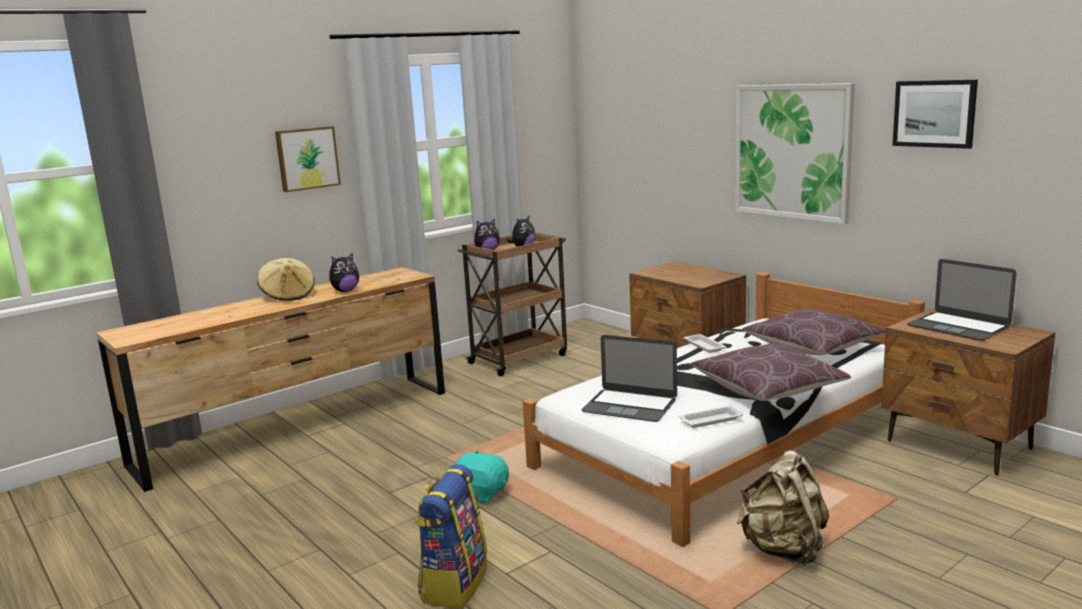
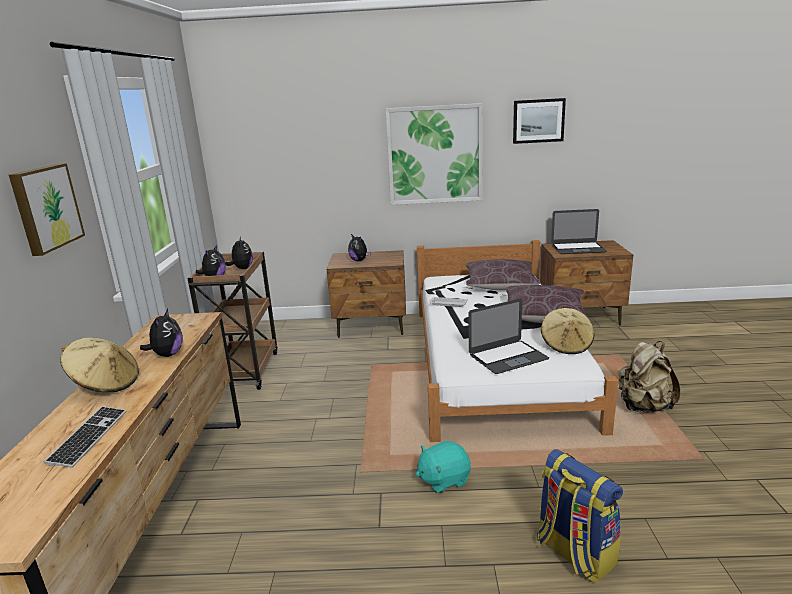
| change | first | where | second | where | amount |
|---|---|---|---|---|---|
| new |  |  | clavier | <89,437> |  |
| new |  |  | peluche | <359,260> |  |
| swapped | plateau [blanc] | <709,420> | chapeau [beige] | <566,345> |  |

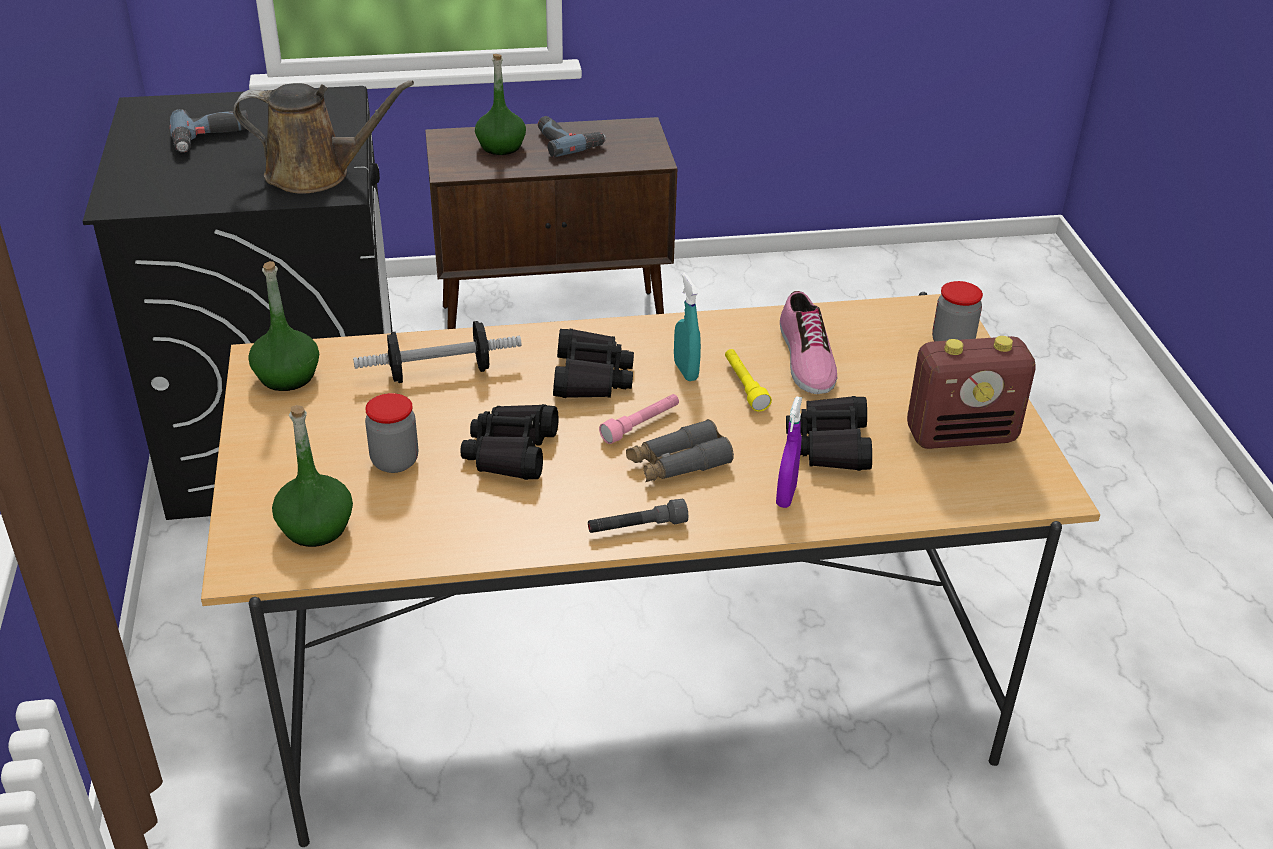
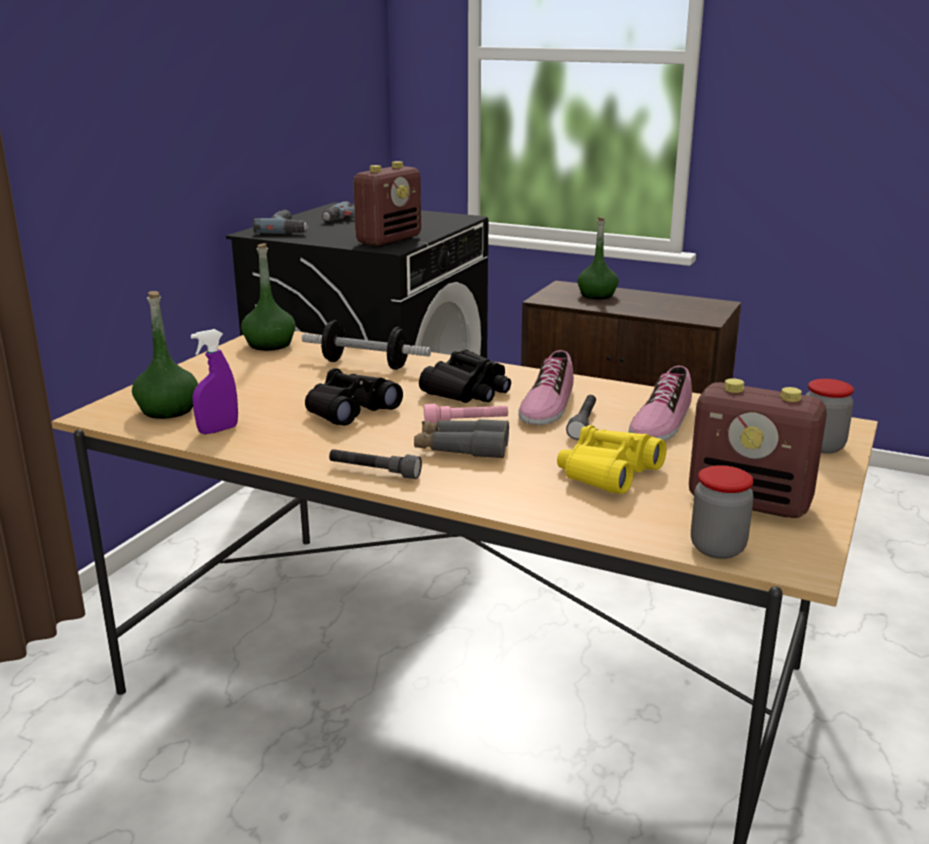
| change | first | where | second | where | amount |
|---|---|---|---|---|---|
| shifted | bocal | <395,461> |  | <717,548> |  |
| shifted | perceuse | <568,141> |  | <287,229> |  |
| shifted | vaporisateur [violet] | <786,495> |  | <218,430> |  |
| swapped | arrosoir [marron] | <316,174> | radio | <389,240> |  |
| swapped | vaporisateur [turquoise] | <685,371> | chaussure | <546,405> |  |
| repainted | lampe de poche [jaune] | <744,386> | lampe de poche [gris] | <583,423> |  |
| repainted | jumelles [noir] | <829,445> | jumelles [jaune] | <608,473> |  |

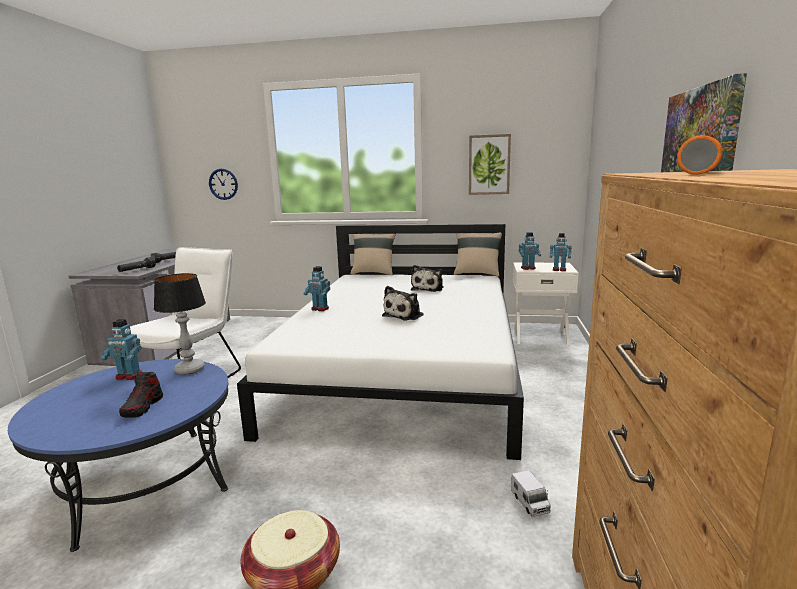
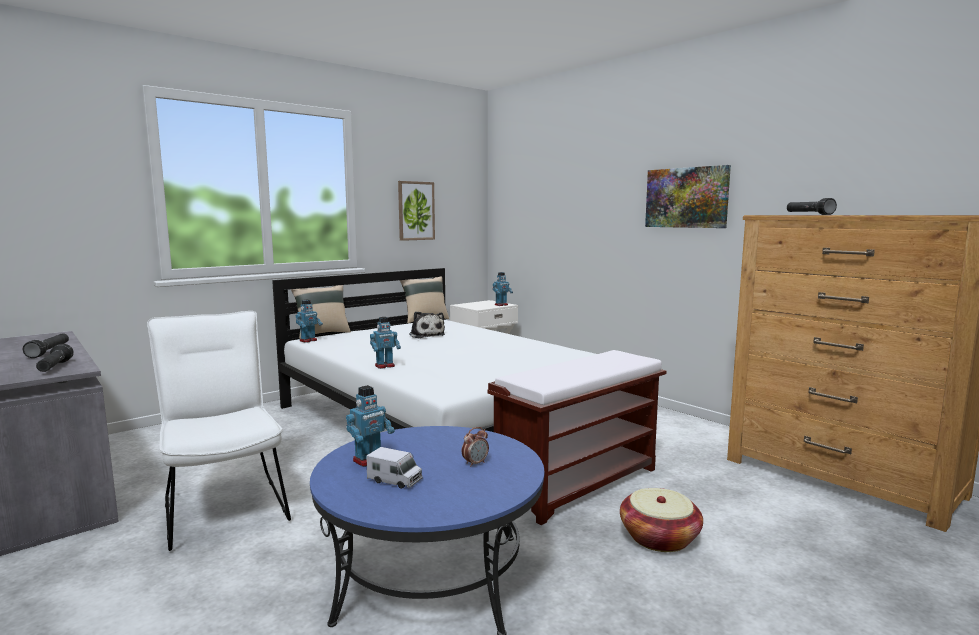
| change | first | where | second | where | amount |
|---|---|---|---|---|---|
| gone | lampe de table | <189,370> |  |  |  |
| gone | horloge murale | <223,184> |  |  |  |
| gone | peluche | <405,315> |  |  |  |
| new |  |  | banc [marron] | <579,482> |  |
| shifted | camion jouet | <530,503> |  | <395,480> |  |
| shifted | robot jouet | <528,268> |  | <308,340> |  |
| swapped | chaussure | <143,407> | réveil | <475,463> |  |
| repainted | lampe de poche [orange] | <702,173> | lampe de poche [noir] | <808,214> |  |

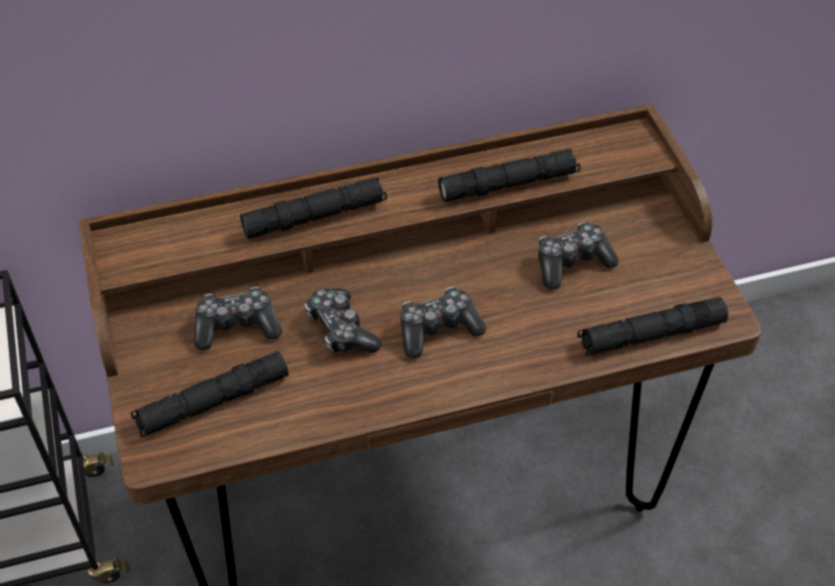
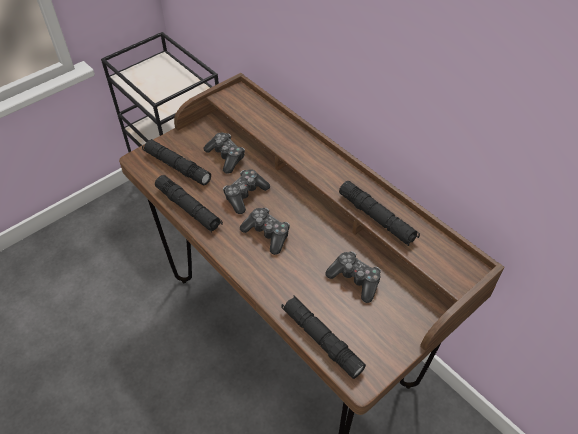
| change | first | where | second | where | amount |
|---|---|---|---|---|---|
| shifted | lampe de poche [noir] | <315,216> |  | <188,208> |  |

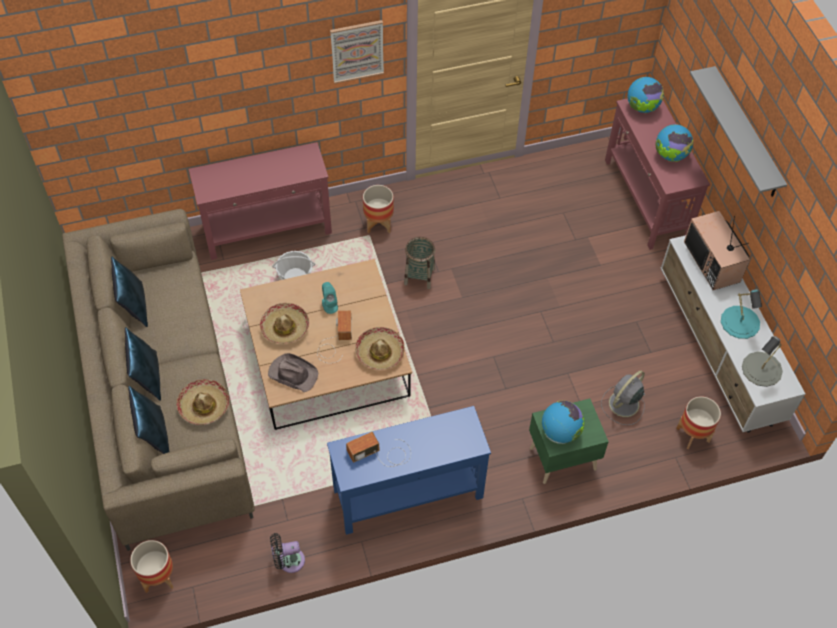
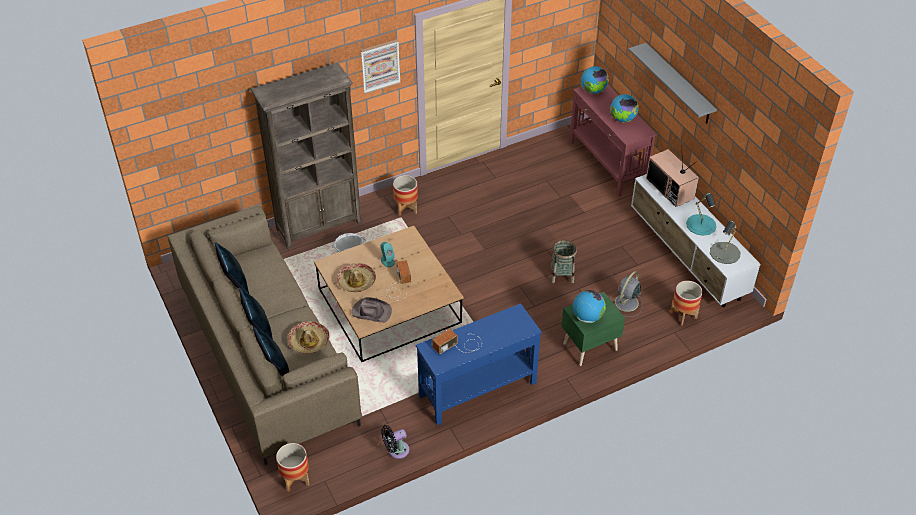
| change | first | where | second | where | amount |
|---|---|---|---|---|---|
| gone | chapeau | <380,352> |  |  |  |
| shifted | panier | <419,276> |  | <562,275> |  |
| swapped | table console [rouge] | <268,230> | bibliothèque [marron] | <319,225> |  |

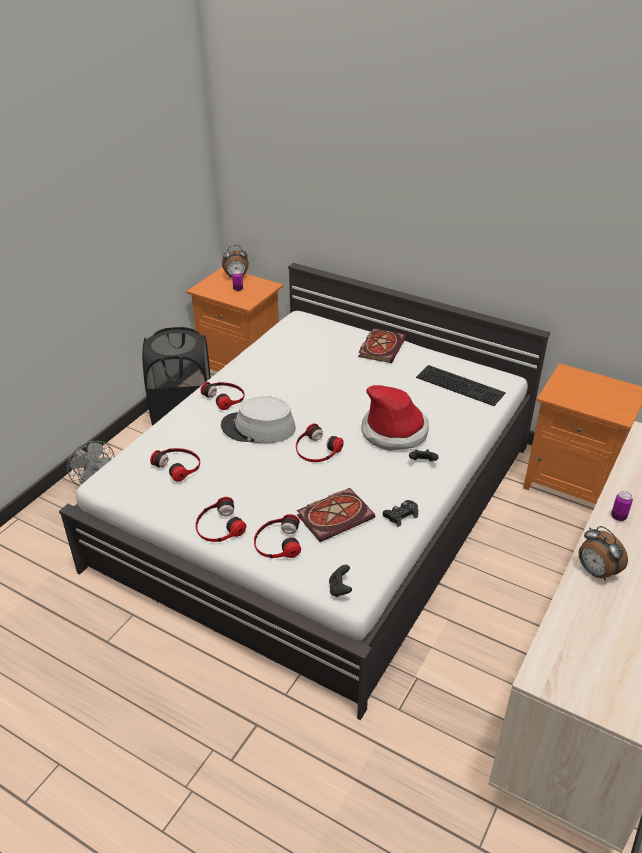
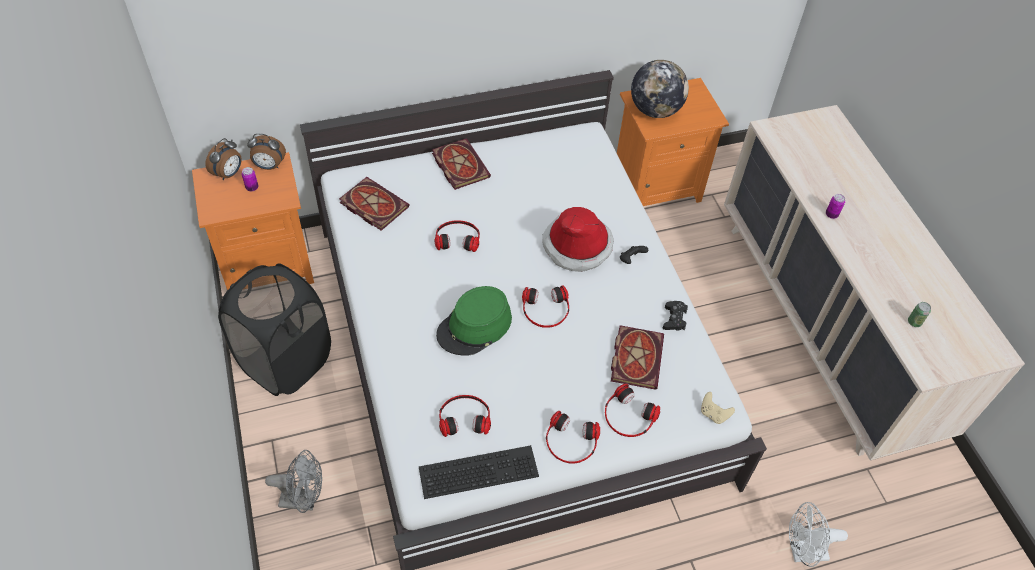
| change | first | where | second | where | amount |
|---|---|---|---|---|---|
| new |  |  | livre | <372,205> |  |
| new |  |  | globe | <655,110> |  |
| new |  |  | ventilateur [blanc] | <802,552> |  |
| new |  |  | boîte métallique | <914,322> |  |
| shifted | casque audio | <225,397> |  | <457,238> |  |
| shifted | clavier | <461,384> |  | <479,469> |  |
| shifted | réveil | <595,572> |  | <269,166> |  |
| repainted | chapeau [gris] | <258,428> | chapeau [vert] | <474,327> |  |
| repainted | manette [noir] | <340,589> | manette [beige] | <713,414> |  |

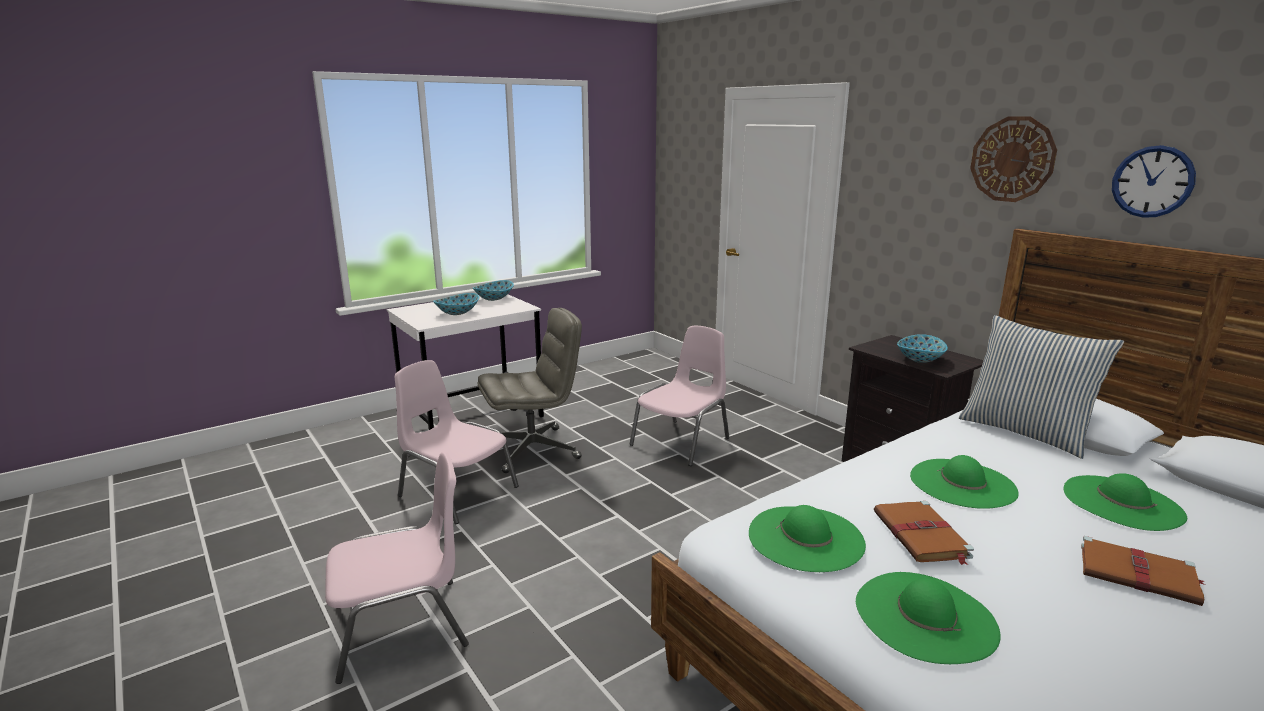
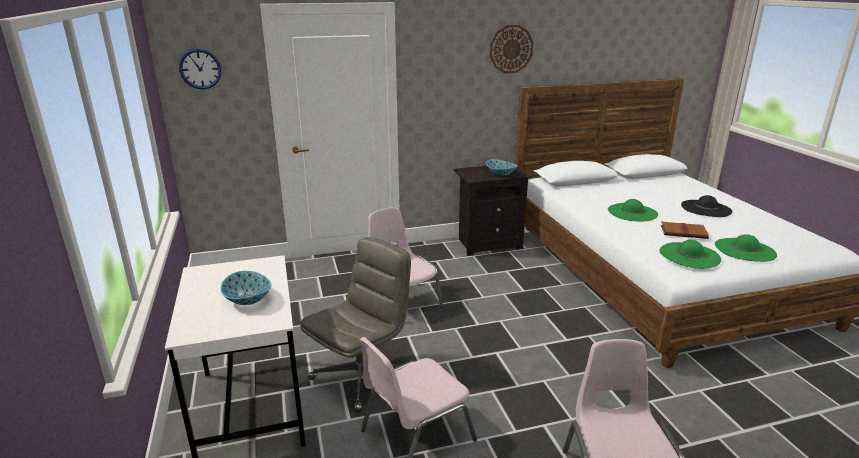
| change | first | where | second | where | amount |
|---|---|---|---|---|---|
| gone | bol | <493,298> |  |  |  |
| gone | coussin | <1025,432> |  |  |  |
| gone | chapeau [vert] | <1122,502> |  |  |  |
| shifted | horloge murale | <1152,181> |  | <200,69> |  |
| swapped | livre [marron] | <1139,575> | chapeau [noir] | <706,208> |  |
| rotated | chaise de bureau [gris] | <533,449> |  | <361,376> | 45 degrees clockwise |

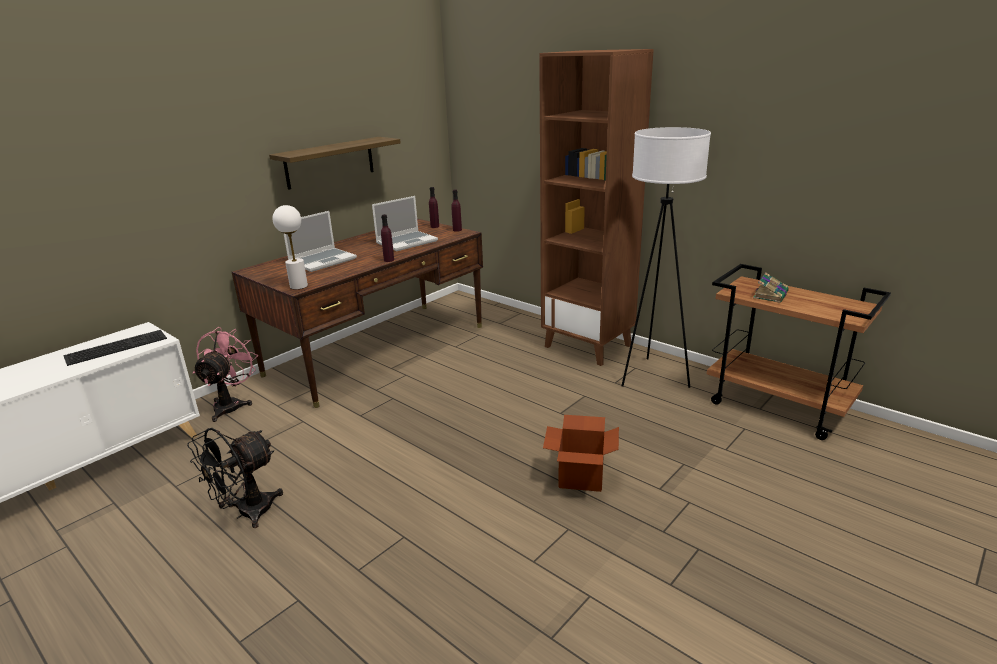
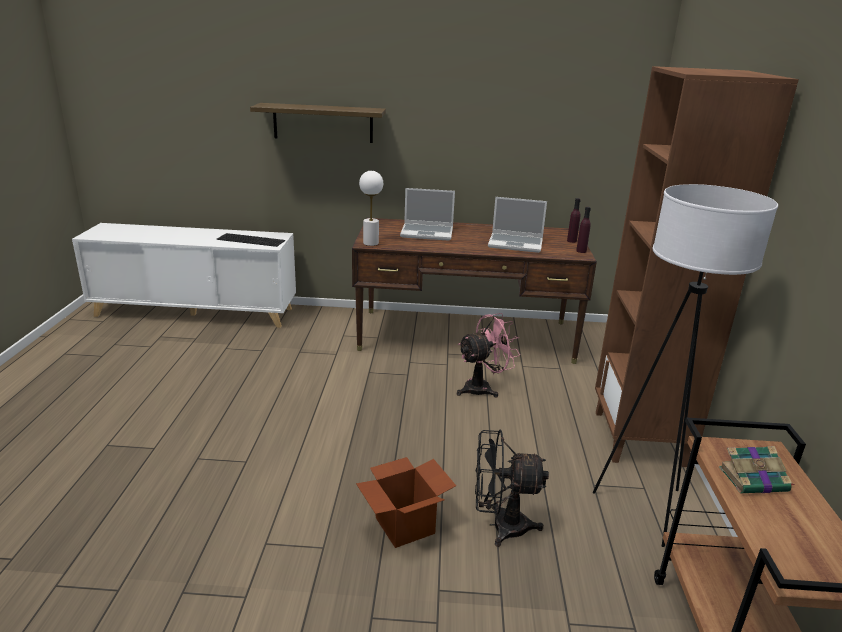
| change | first | where | second | where | amount |
|---|---|---|---|---|---|
| gone | bouteille [violet] | <389,260> |  |  |  |
| shifted | ventilateur [noir] | <246,513> |  | <500,526> |  |
| shifted | ventilateur [rose] | <231,405> |  | <483,388> |  |
| shifted | étagère | <330,162> |  | <323,123> |  |

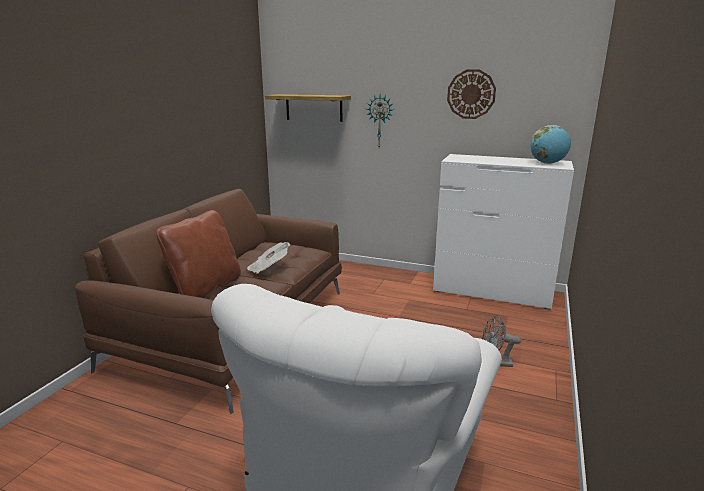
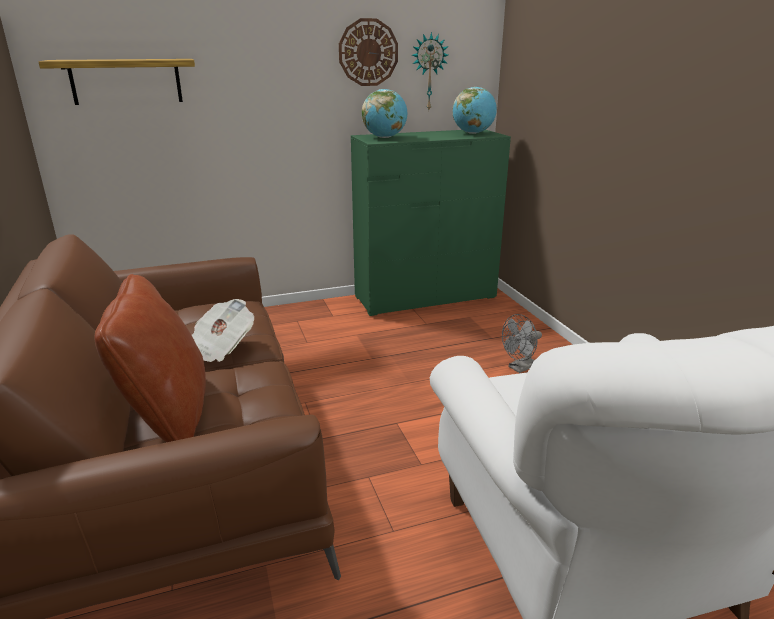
| change | first | where | second | where | amount |
|---|---|---|---|---|---|
| new |  |  | globe | <384,137> |  |
| shifted | horloge murale | <380,121> |  | <428,72> |  |
| repainted | commode [blanc] | <492,292> | commode [vert] | <425,297> |  |

